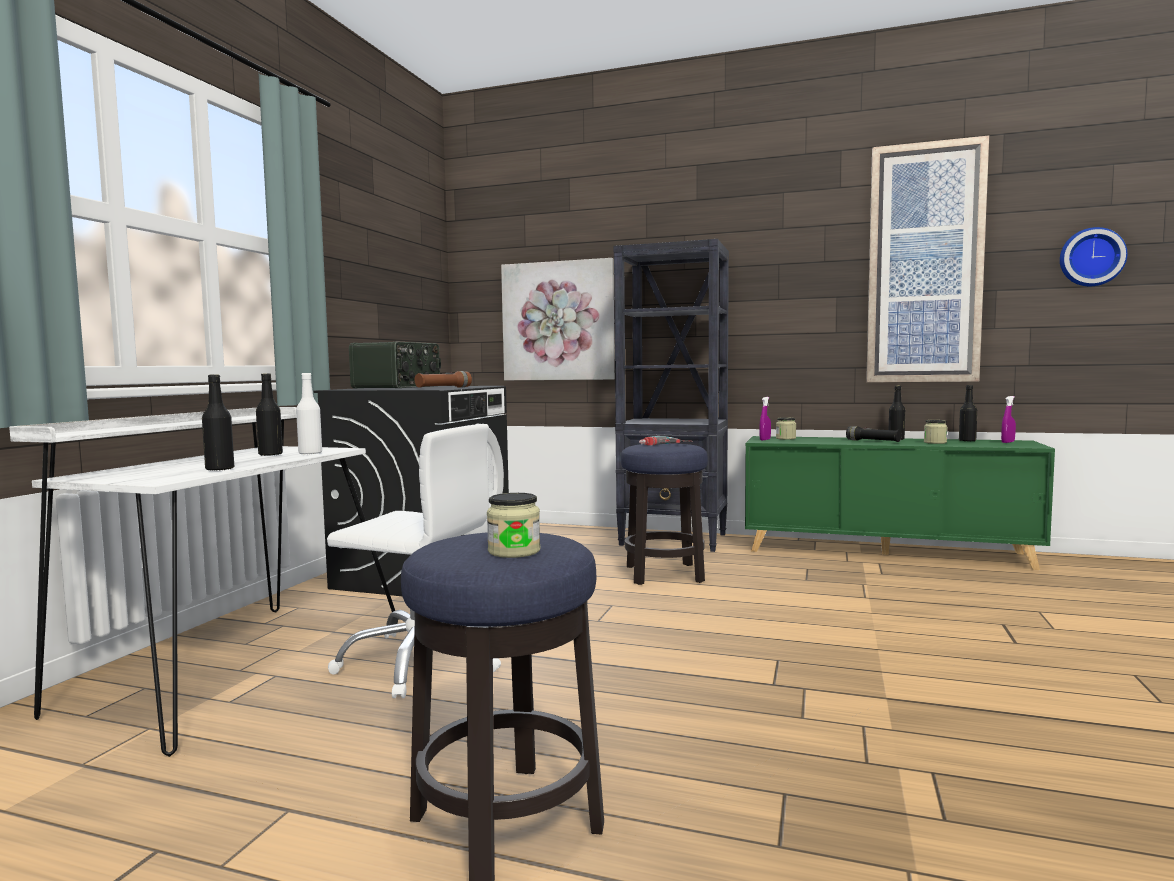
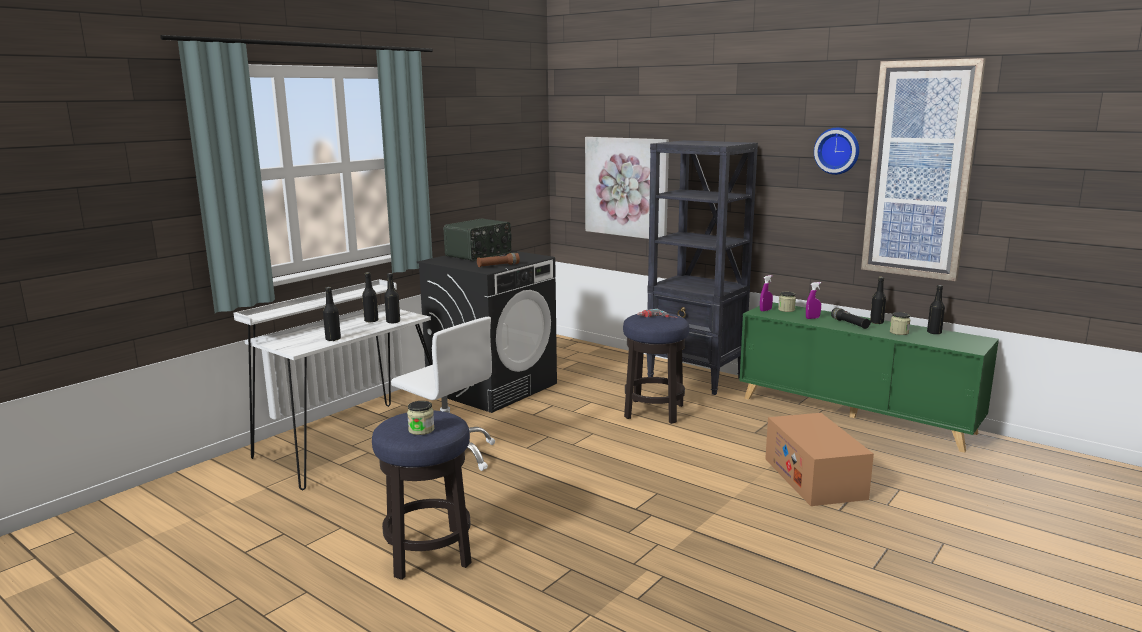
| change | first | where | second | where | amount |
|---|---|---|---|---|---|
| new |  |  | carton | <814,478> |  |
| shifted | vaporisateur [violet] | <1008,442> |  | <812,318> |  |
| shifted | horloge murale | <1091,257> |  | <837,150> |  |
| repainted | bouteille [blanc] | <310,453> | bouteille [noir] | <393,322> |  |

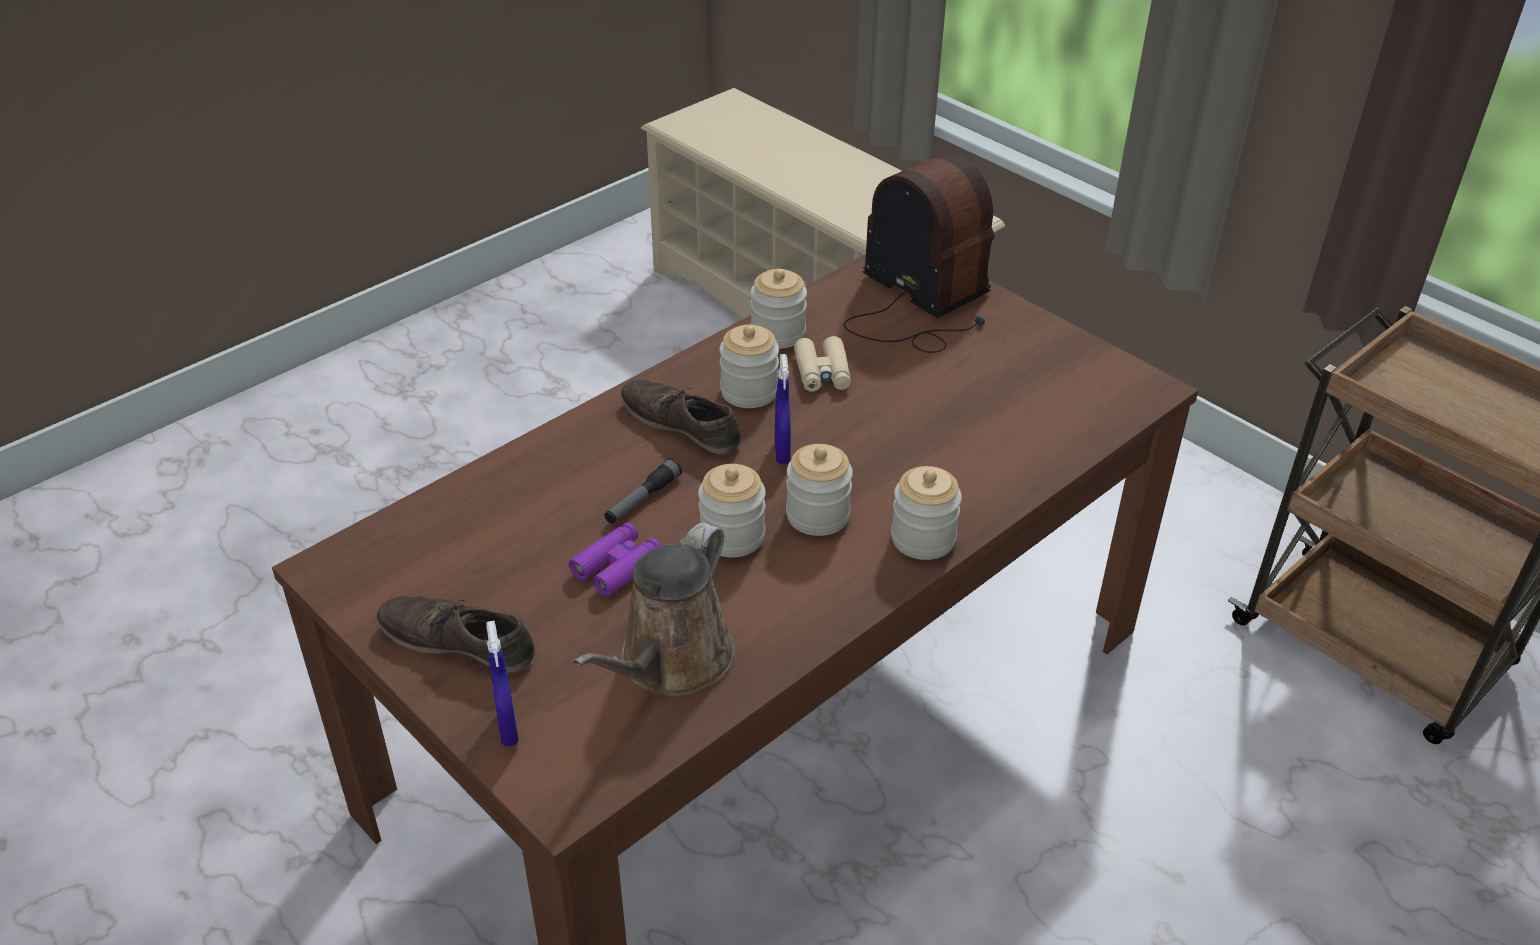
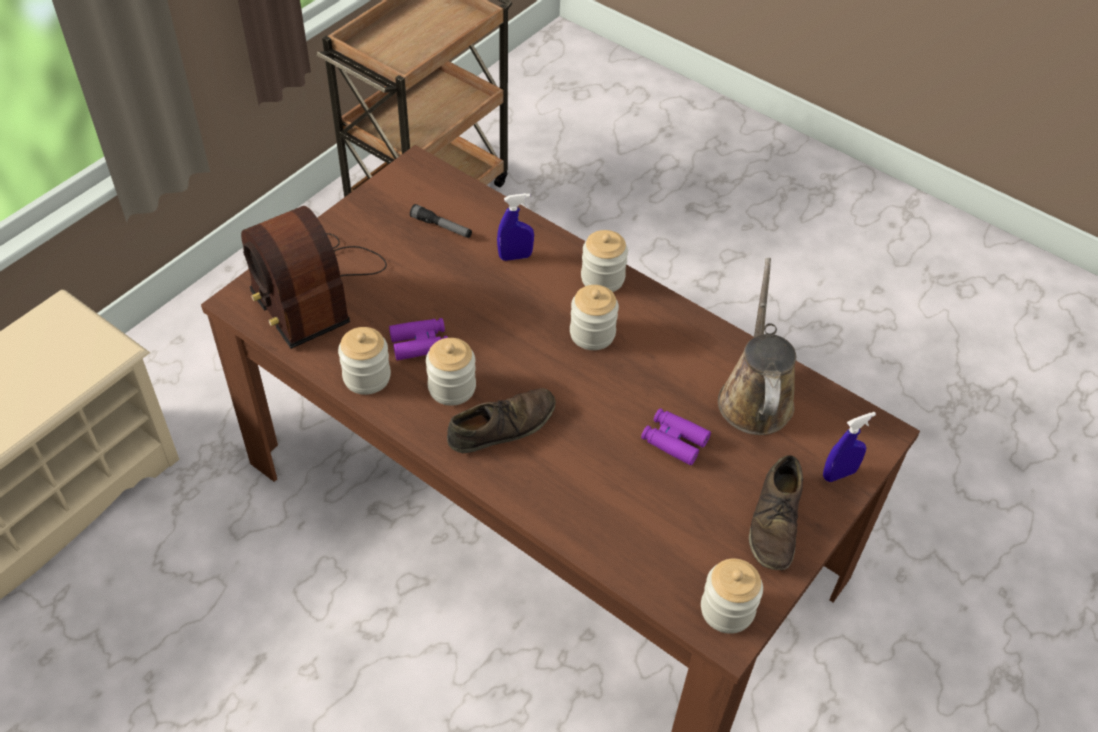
| change | first | where | second | where | amount |
|---|---|---|---|---|---|
| shifted | lampe de poche | <642,499> |  | <441,227> |  |
| shifted | bocal | <732,536> |  | <727,610> |  |
| shifted | vaporisateur [bleu] | <782,452> |  | <515,256> |  |
| repainted | jumelles [beige] | <822,373> | jumelles [violet] | <420,343> |  |
| rotated | arrosoir [marron] | <670,663> |  | <755,396> | 105 degrees counterclockwise |
| rotated | chaussure [marron] | <681,424> |  | <502,426> | 150 degrees counterclockwise |
| rotated | radio | <919,303> |  | <314,289> | 75 degrees counterclockwise |

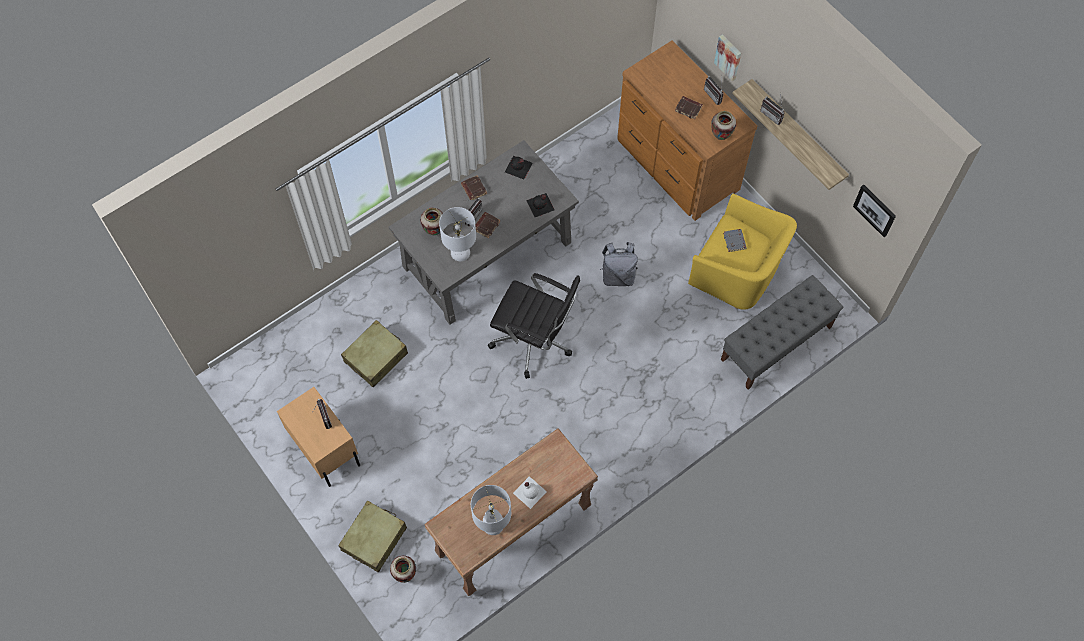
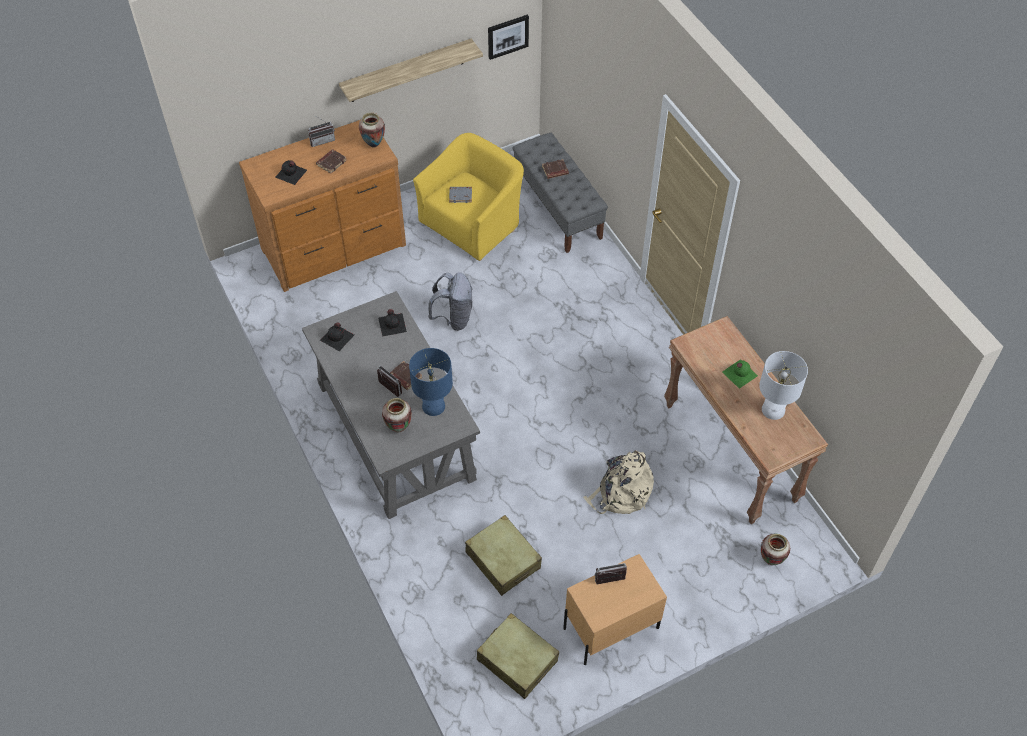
| change | first | where | second | where | amount |
|---|---|---|---|---|---|
| gone | chaise de bureau [noir] | <534,341> |  |  |  |
| gone | tableau | <729,57> |  |  |  |
| gone | radio | <773,115> |  |  |  |
| new |  |  | bouteille [noir] | <291,174> |  |
| new |  |  | sac à dos [beige] | <620,493> |  |
| shifted | valise [beige] | <374,539> |  | <517,660> |  |
| shifted | livre [marron] | <473,189> |  | <555,171> |  |
| repainted | lampe de table [blanc] | <460,253> | lampe de table [bleu] | <434,406> |  |
| repainted | bouteille [blanc] | <529,491> | bouteille [vert] | <739,373> |  |

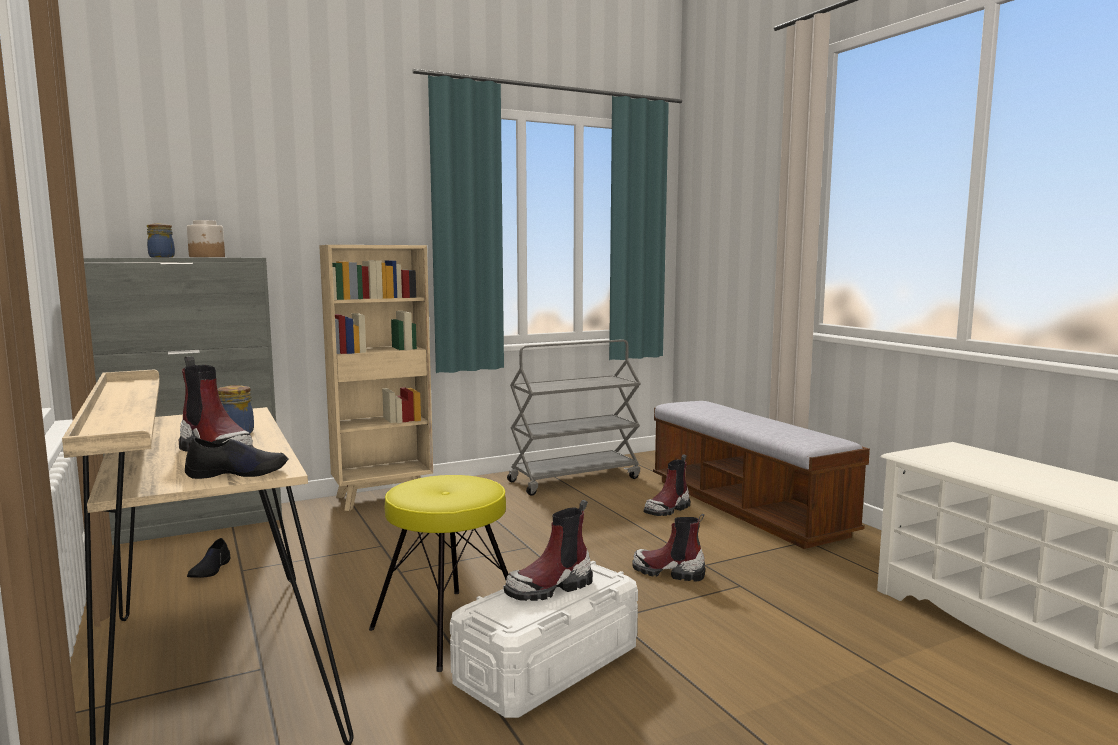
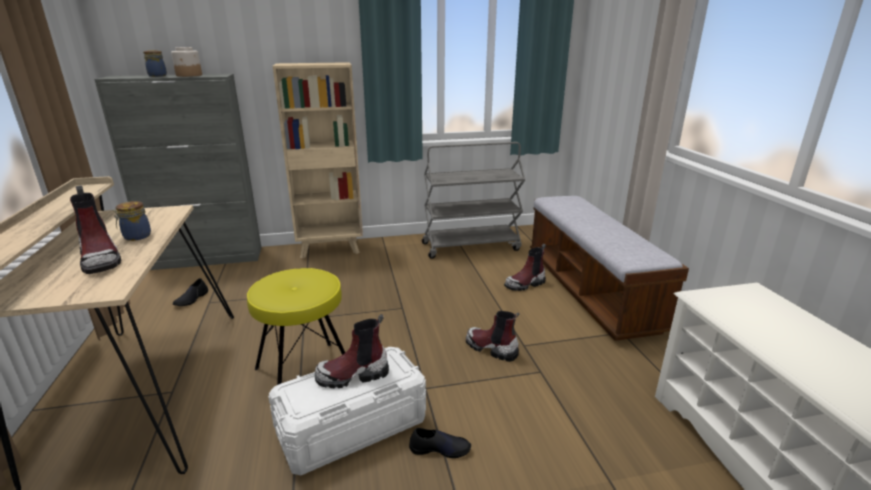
| change | first | where | second | where | amount |
|---|---|---|---|---|---|
| shifted | chaussure [noir] | <238,473> |  | <440,448> |  |

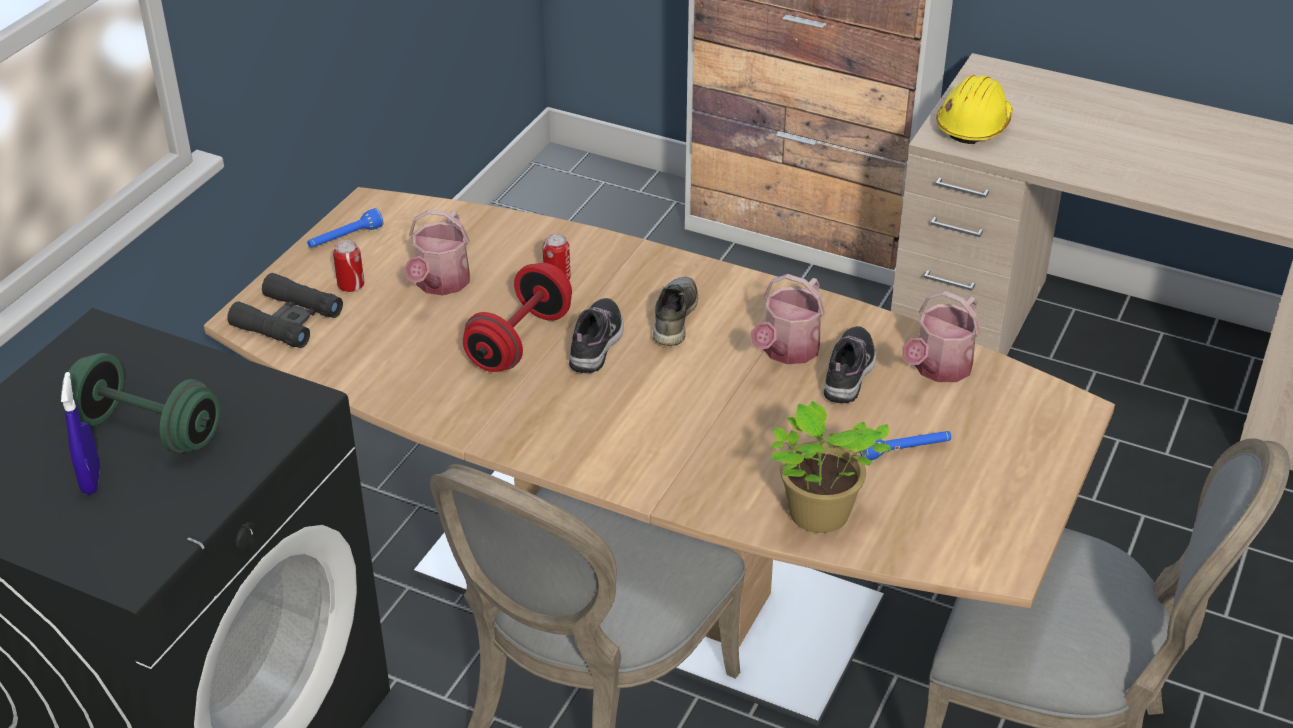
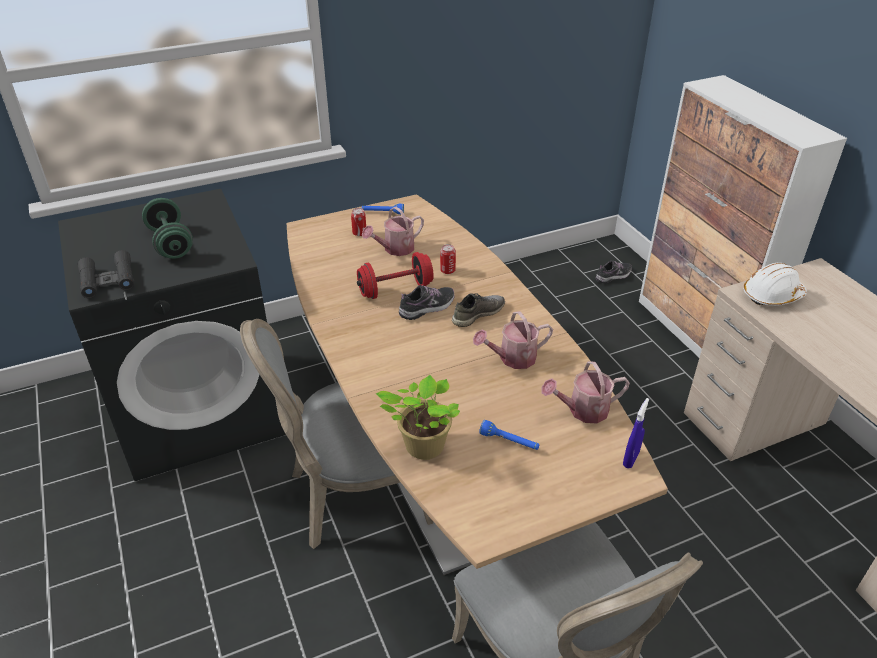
| change | first | where | second | where | amount |
|---|---|---|---|---|---|
| shifted | vaporisateur [bleu] | <91,480> |  | <630,459> |  |
| shifted | jumelles [noir] | <287,320> |  | <108,280> |  |
| shifted | chaussure | <849,372> |  | <613,276> |  |
| repainted | casque de chantier [jaune] | <973,125> | casque de chantier [blanc] | <772,295> |  |

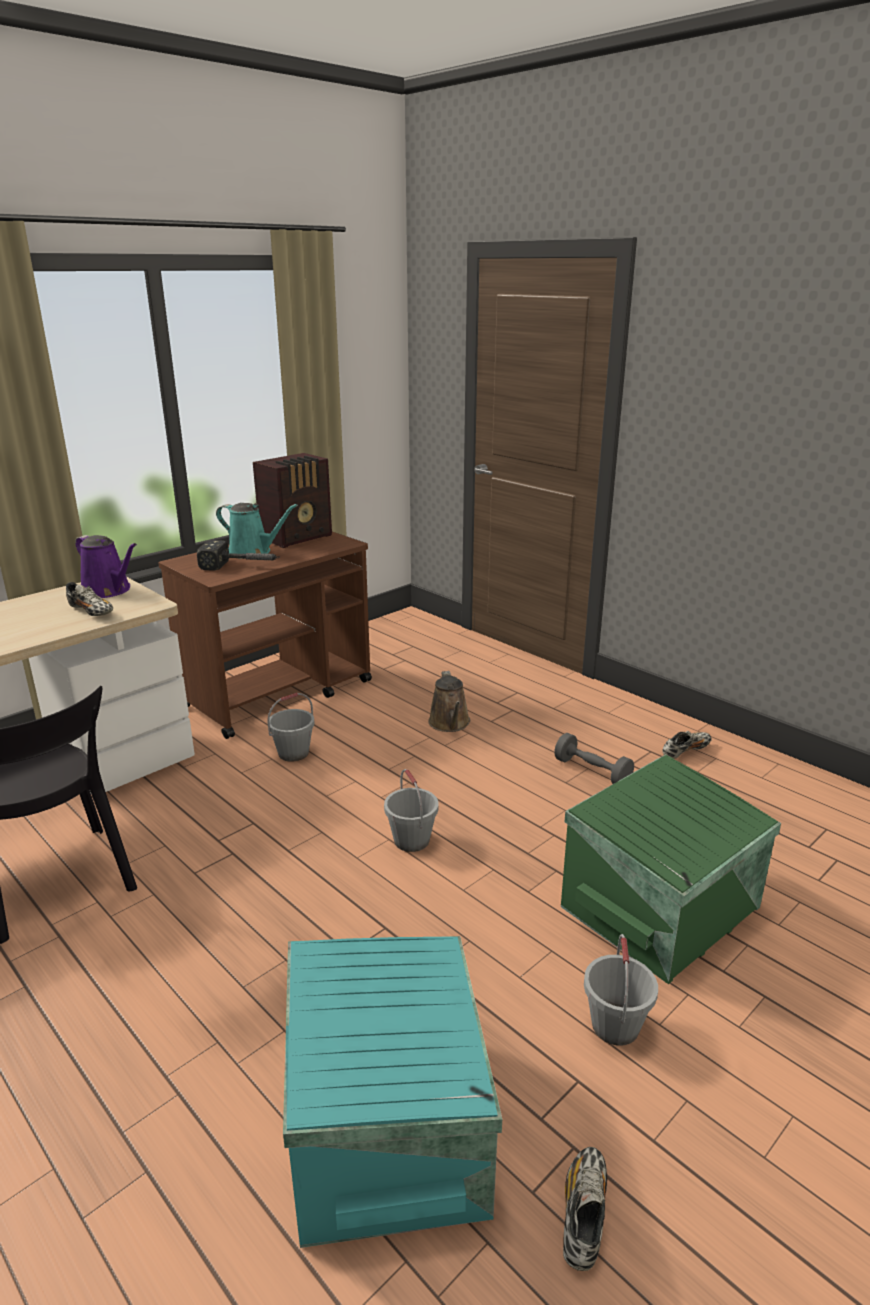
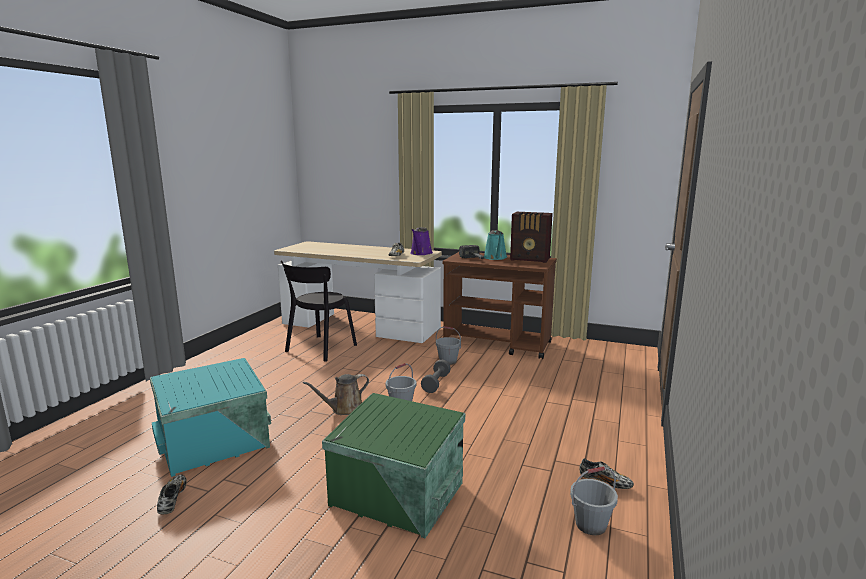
| change | first | where | second | where | amount |
|---|---|---|---|---|---|
| shifted | arrosoir [marron] | <450,724> |  | <344,409> |  |
| shifted | haltère [gris] | <592,772> |  | <436,383> |  |
| shifted | seau [gris] | <616,1026> |  | <591,525> |  |
| rotated | chaussure | <584,1214> |  | <173,499> | 90 degrees counterclockwise |

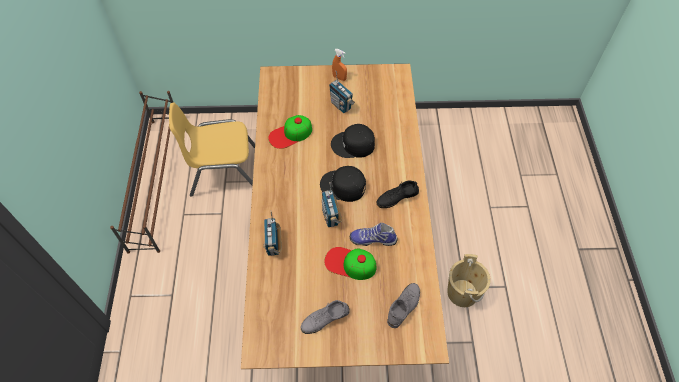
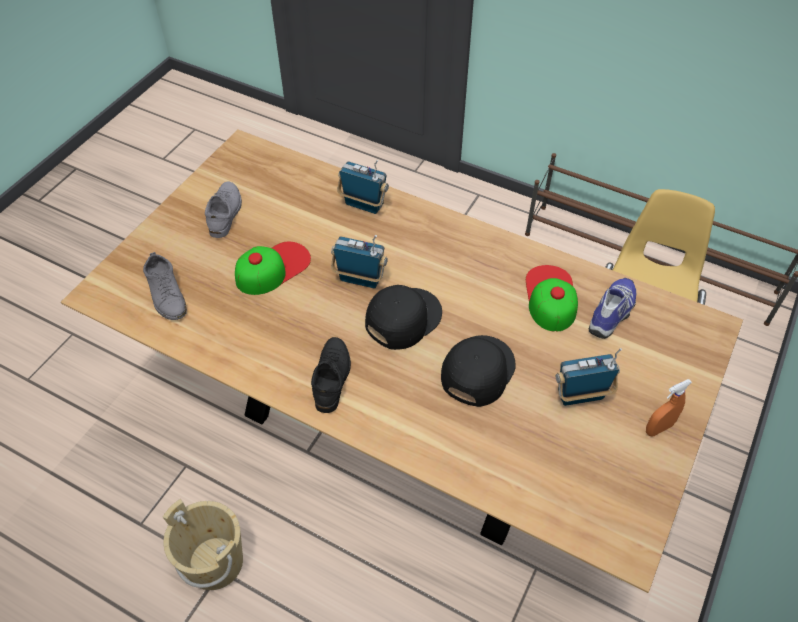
| change | first | where | second | where | amount |
|---|---|---|---|---|---|
| shifted | chaussure | <373,239> |  | <613,314> |  |

